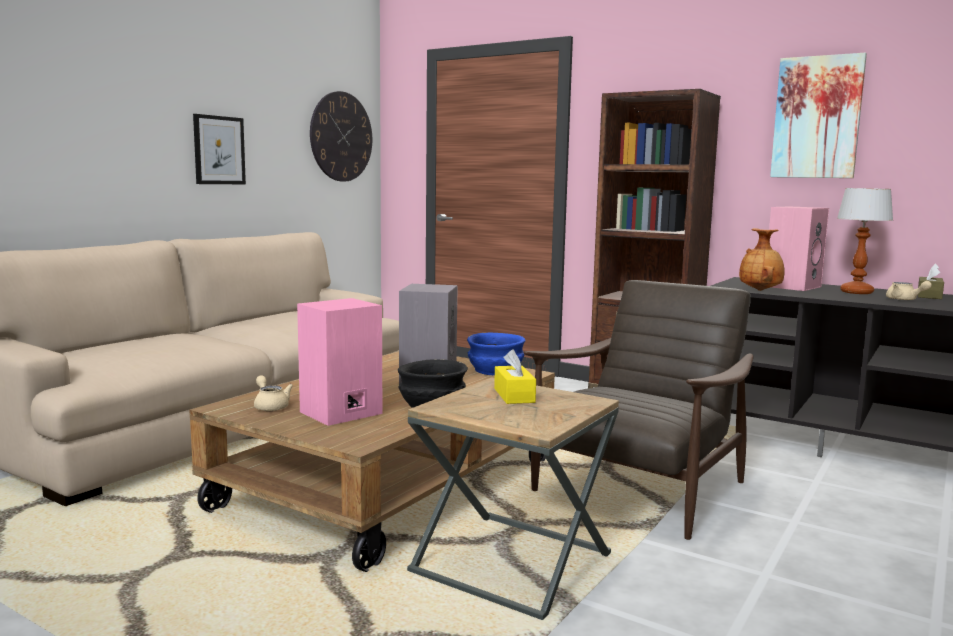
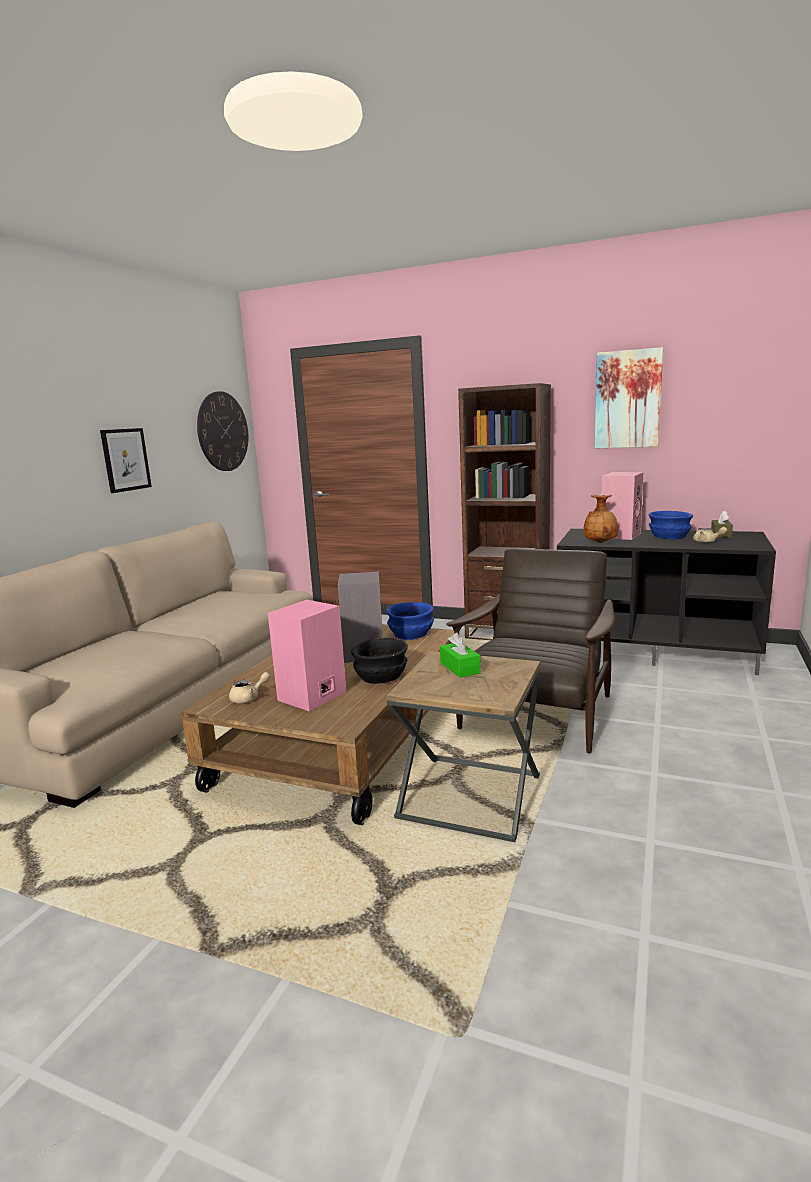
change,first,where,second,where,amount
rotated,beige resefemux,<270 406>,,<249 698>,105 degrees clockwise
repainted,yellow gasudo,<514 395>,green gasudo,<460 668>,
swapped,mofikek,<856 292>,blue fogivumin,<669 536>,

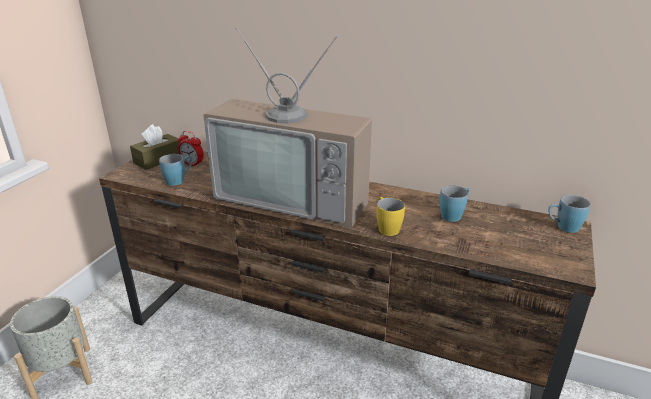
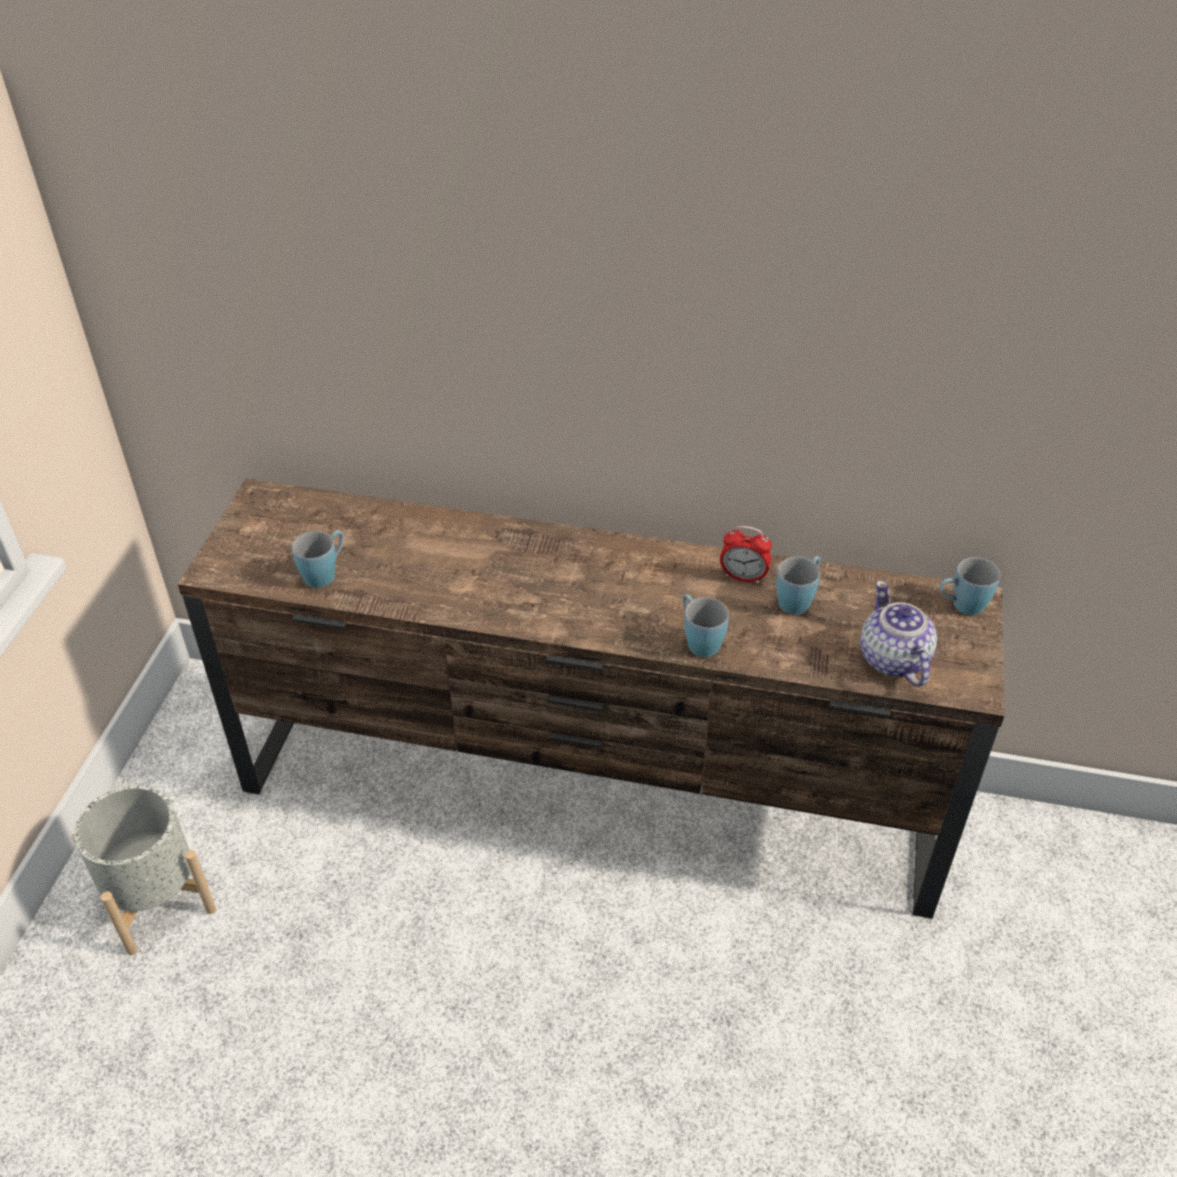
change,first,where,second,where,amount
repainted,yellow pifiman,<386 227>,blue pifiman,<698 640>,
shifted,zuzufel,<192 164>,,<743 577>,
new,,,resefemux,<893 660>,
gone,brown gasudo,<158 160>,,,
gone,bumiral,<295 196>,,,

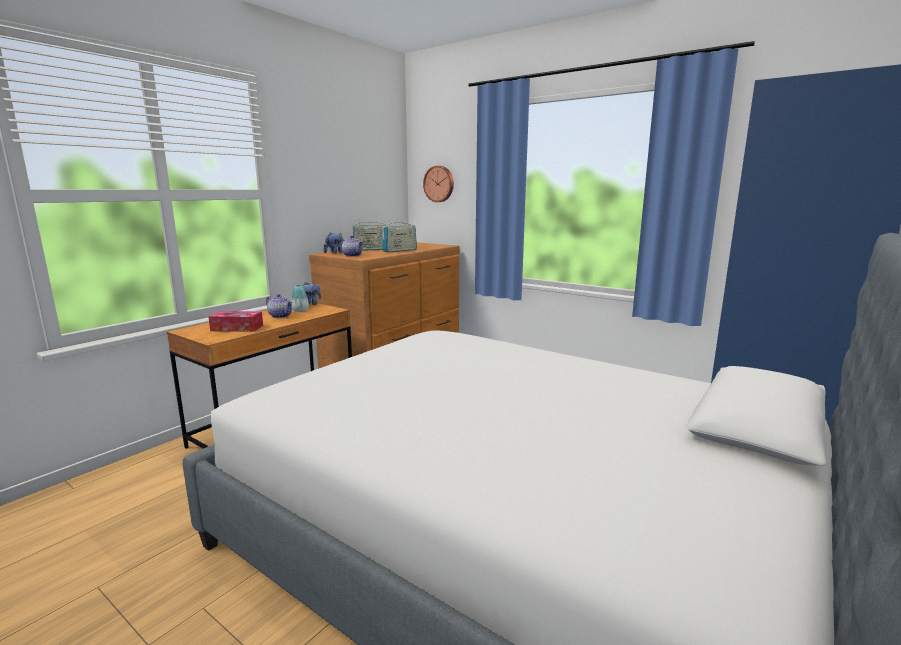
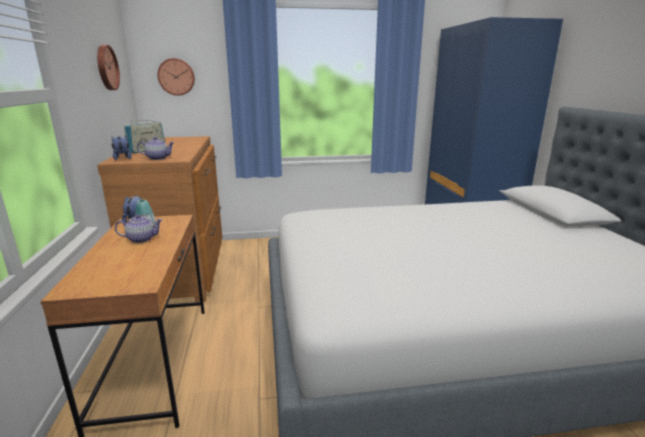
change,first,where,second,where,amount
new,,,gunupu,<106 67>,
gone,gasudo,<237 328>,,,
gone,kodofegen,<399 250>,,,

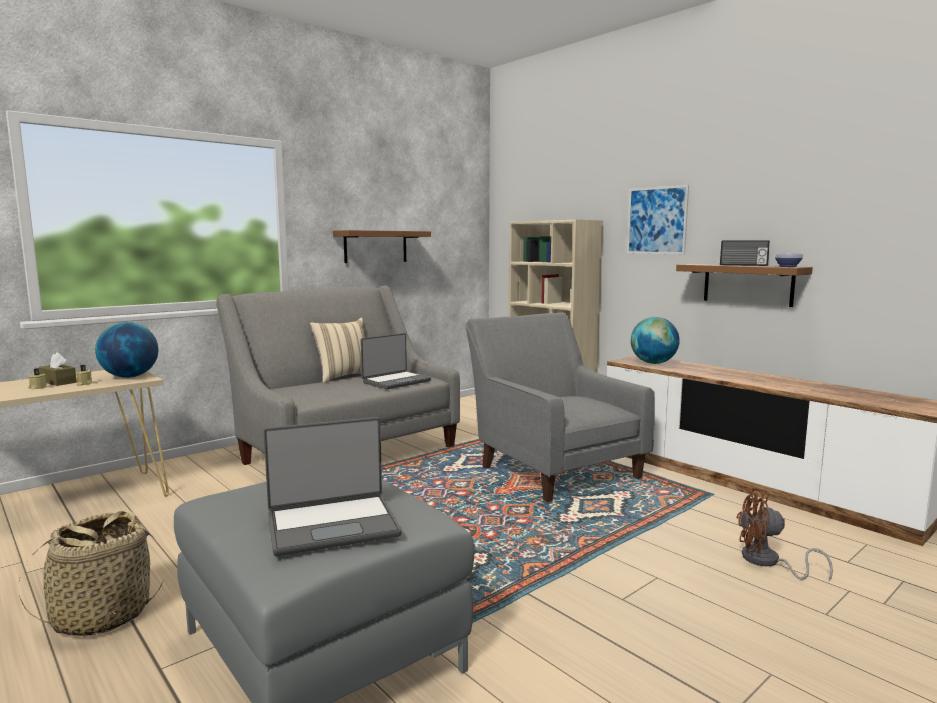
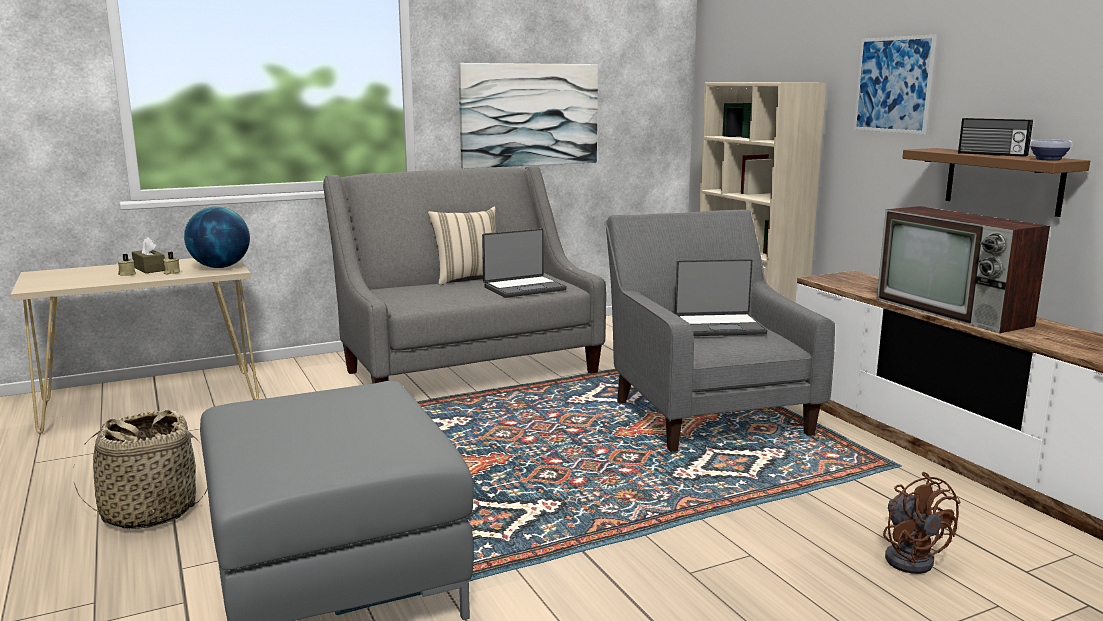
change,first,where,second,where,amount
swapped,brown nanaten,<375 246>,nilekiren,<529 115>,
shifted,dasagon,<332 525>,,<719 326>,
new,,,bumiral,<954 312>,
rotated,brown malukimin,<767 562>,,<910 557>,135 degrees counterclockwise
gone,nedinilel,<653 363>,,,

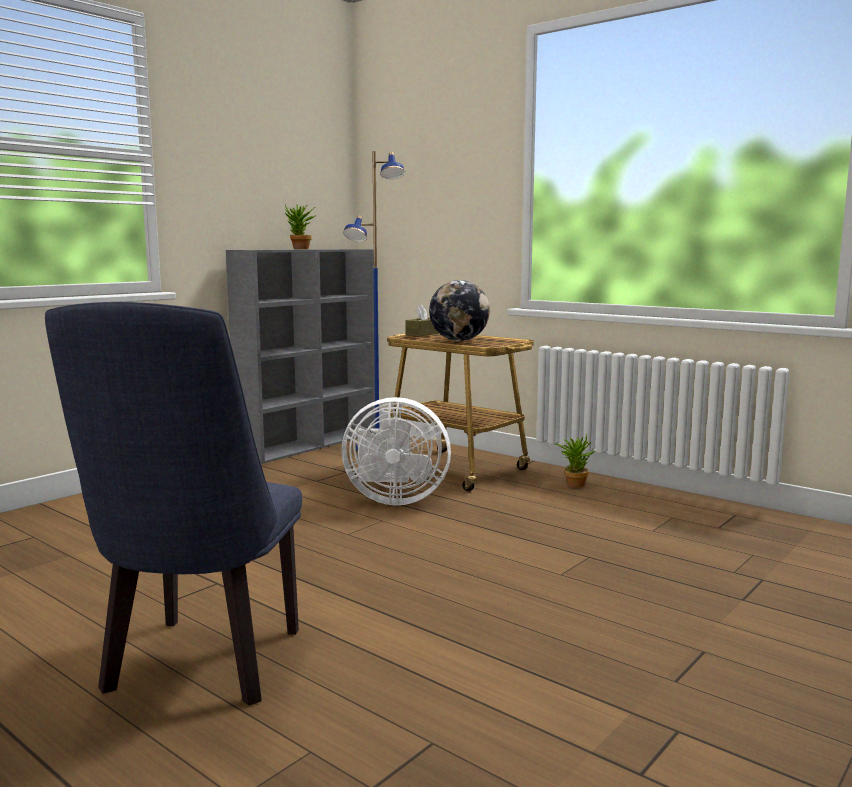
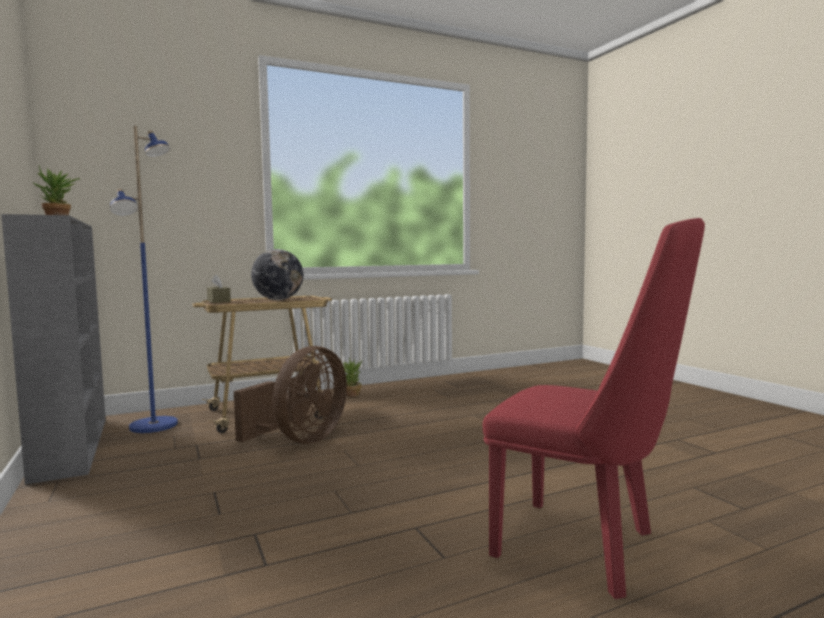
change,first,where,second,where,amount
repainted,white malukimin,<394 499>,brown malukimin,<301 440>,
repainted,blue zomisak,<200 669>,red zomisak,<588 548>,

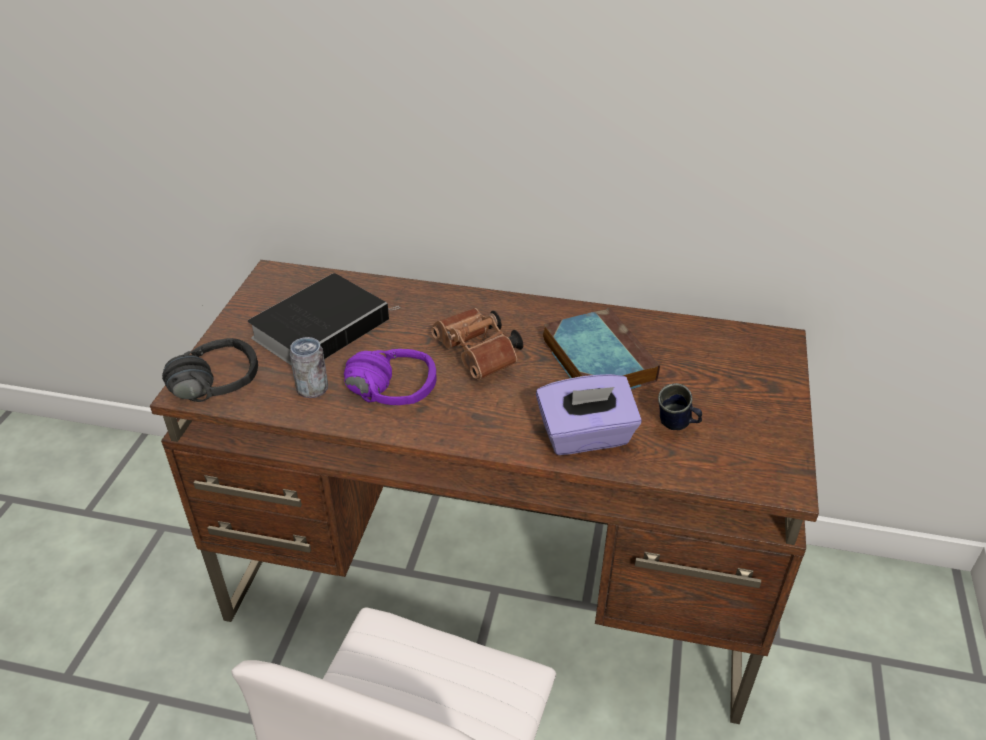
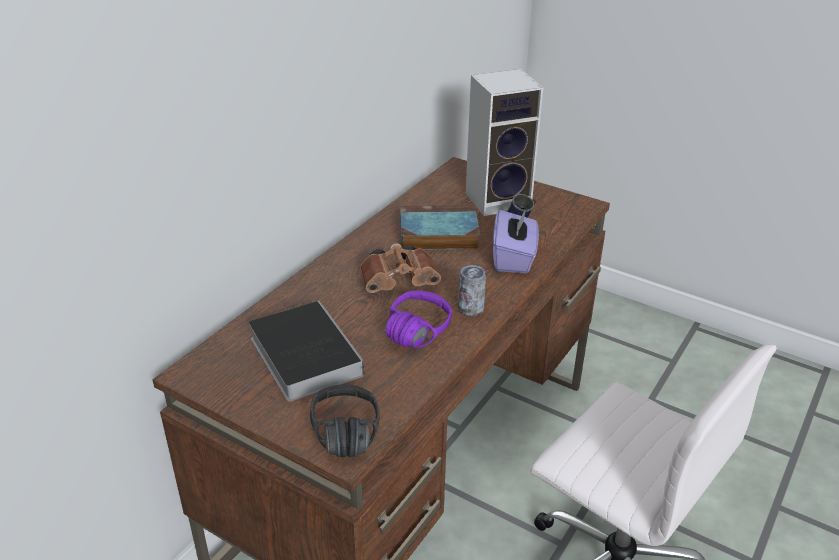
change,first,where,second,where,amount
shifted,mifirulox,<312 389>,,<470 309>,
new,,,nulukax,<499 199>,

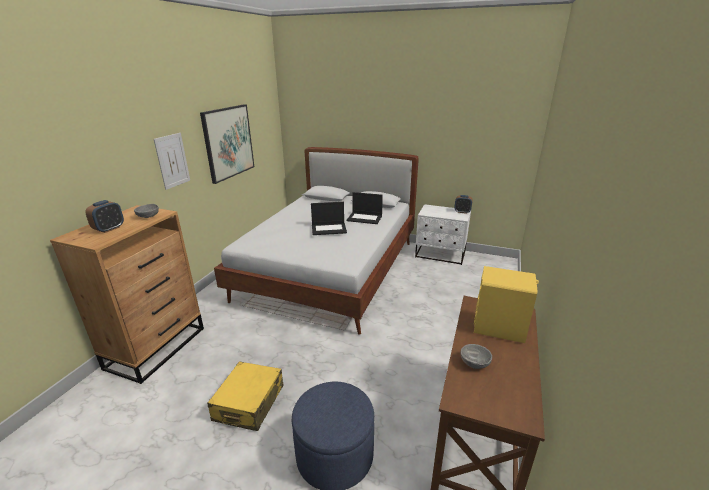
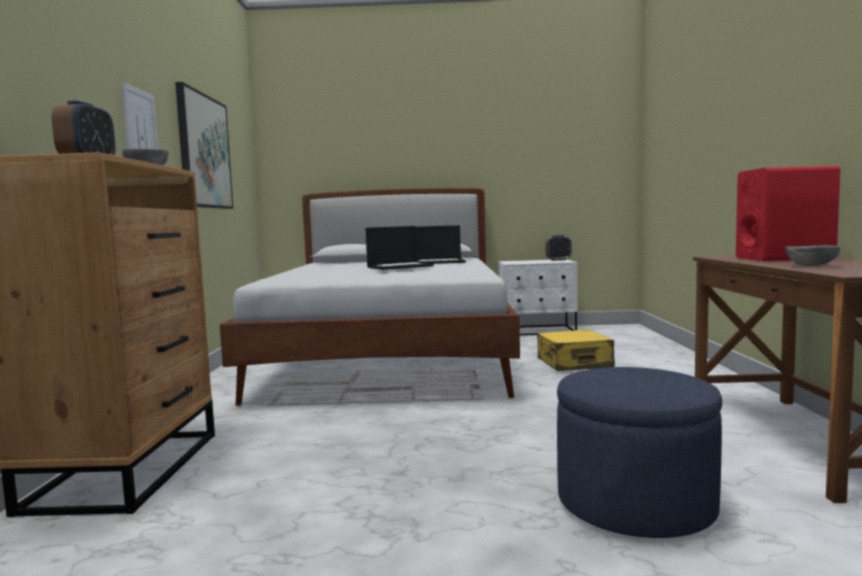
change,first,where,second,where,amount
shifted,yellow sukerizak,<249 403>,,<574 363>,
repainted,yellow nulukax,<499 328>,red nulukax,<784 258>,

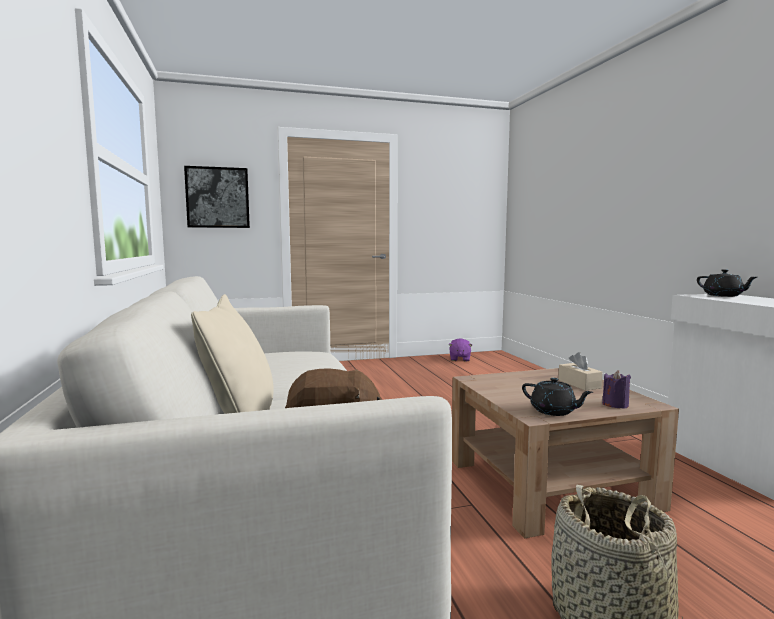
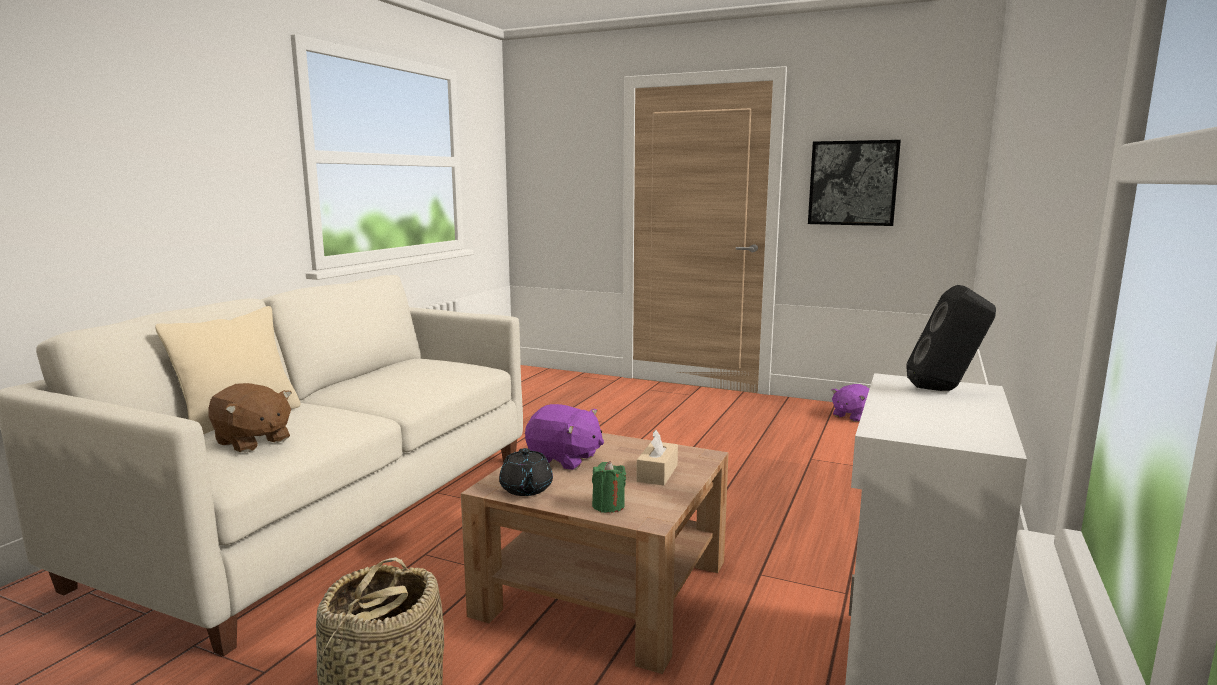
change,first,where,second,where,amount
new,,,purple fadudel,<564 459>,
repainted,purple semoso,<615 405>,green semoso,<608 506>,
shifted,nilekiren,<217 197>,,<853 183>,
swapped,black resefemux,<723 295>,black nulukax,<945 390>,

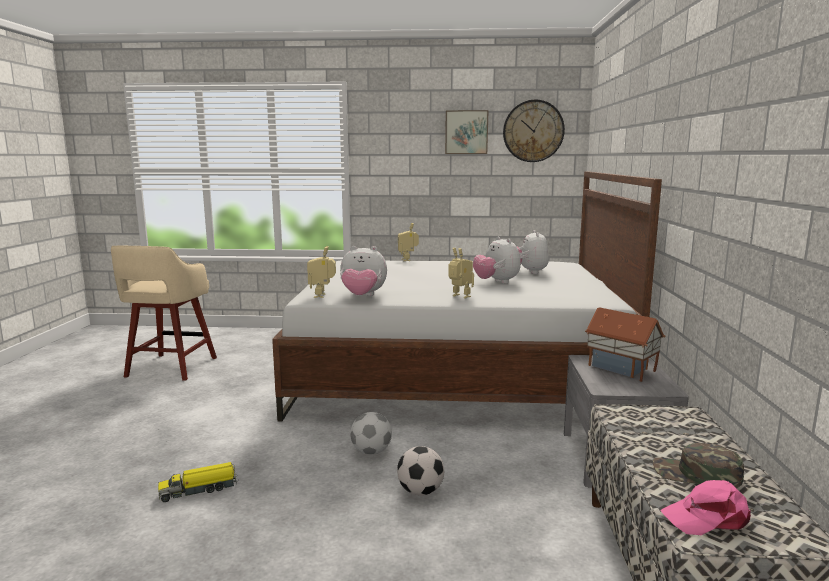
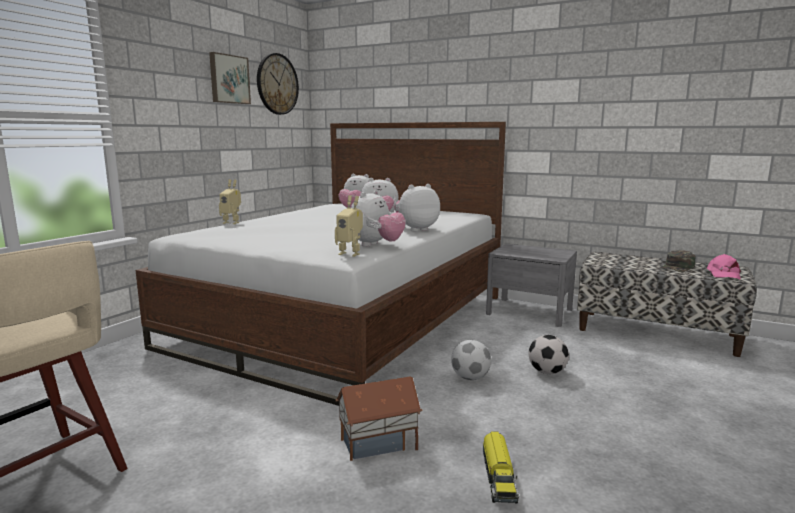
change,first,where,second,where,amount
shifted,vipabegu,<621 369>,,<379 445>,
swapped,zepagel,<459 297>,fadudel,<416 229>,

